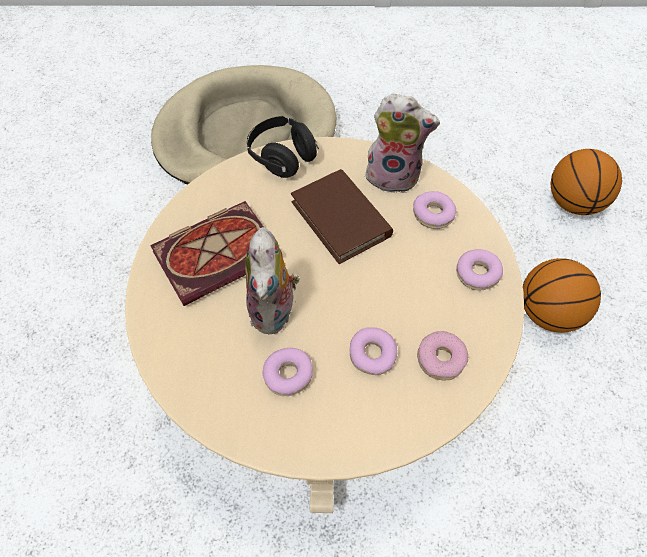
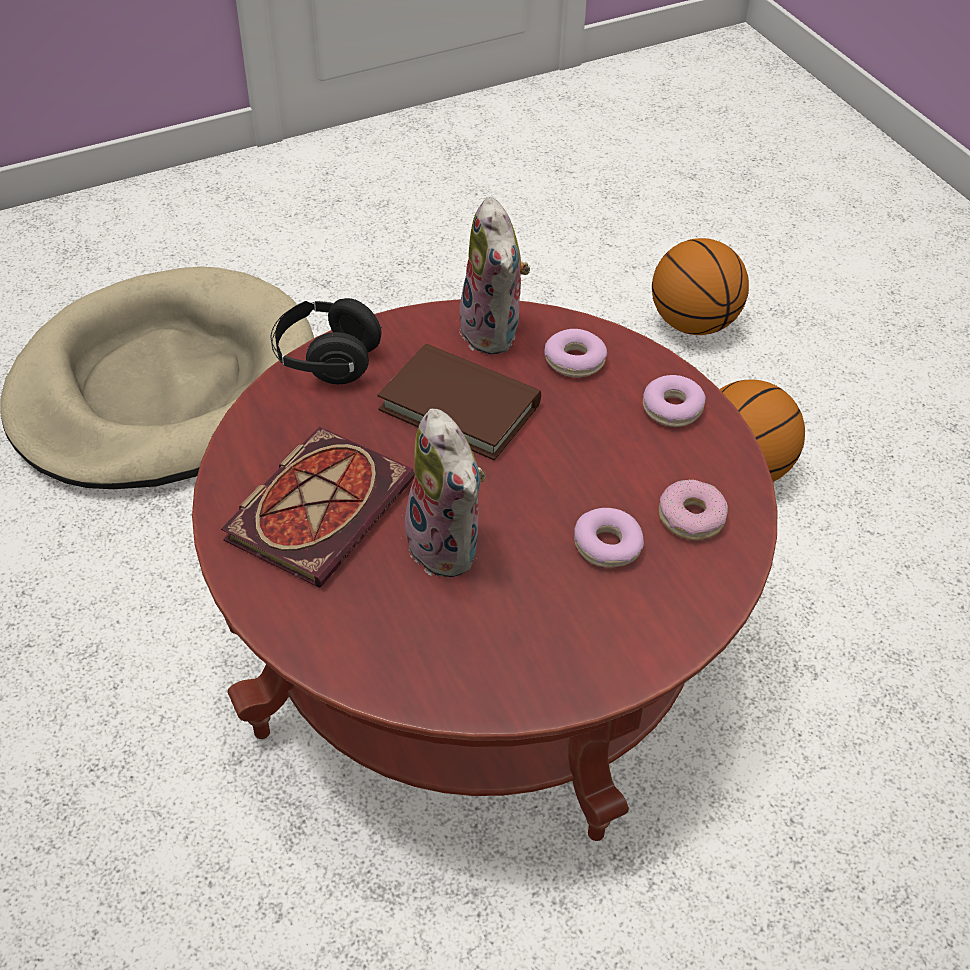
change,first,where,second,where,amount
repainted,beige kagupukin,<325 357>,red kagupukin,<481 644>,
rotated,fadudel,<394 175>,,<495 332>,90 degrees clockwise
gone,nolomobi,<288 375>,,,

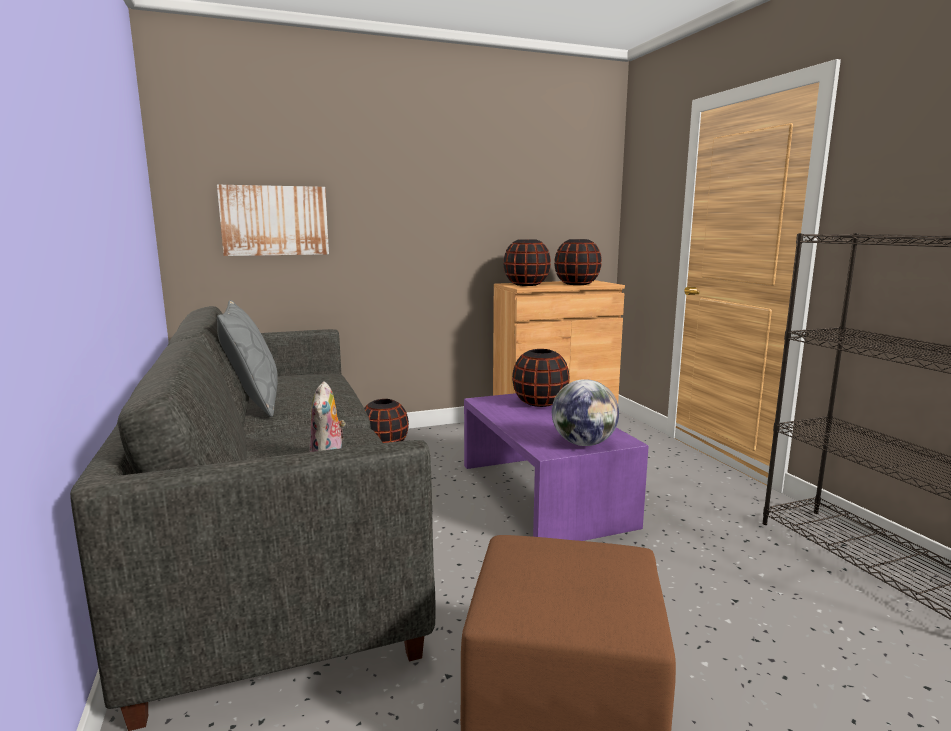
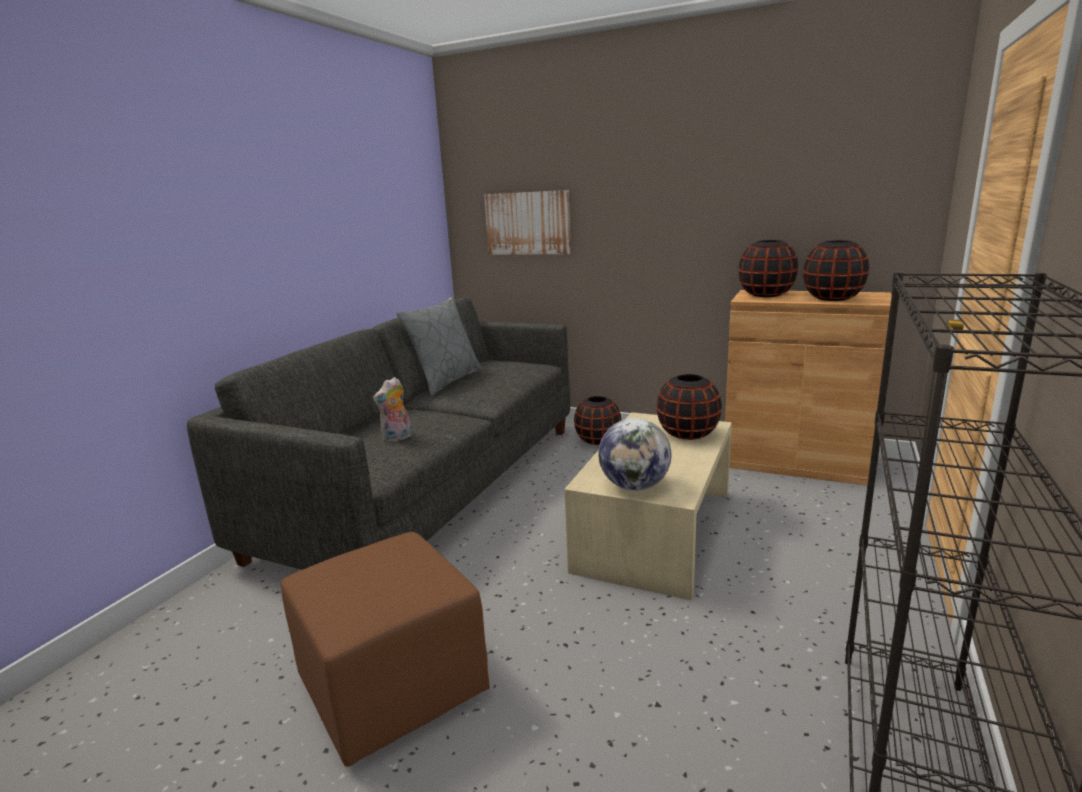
change,first,where,second,where,amount
repainted,purple kagupukin,<542 494>,beige kagupukin,<655 529>,

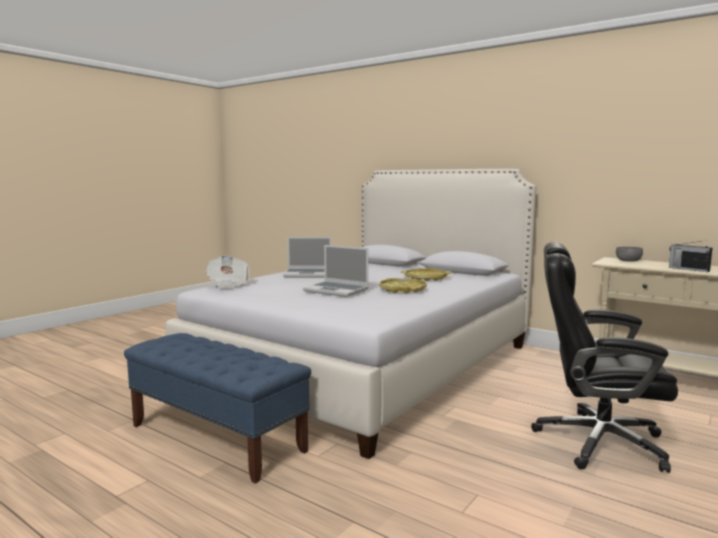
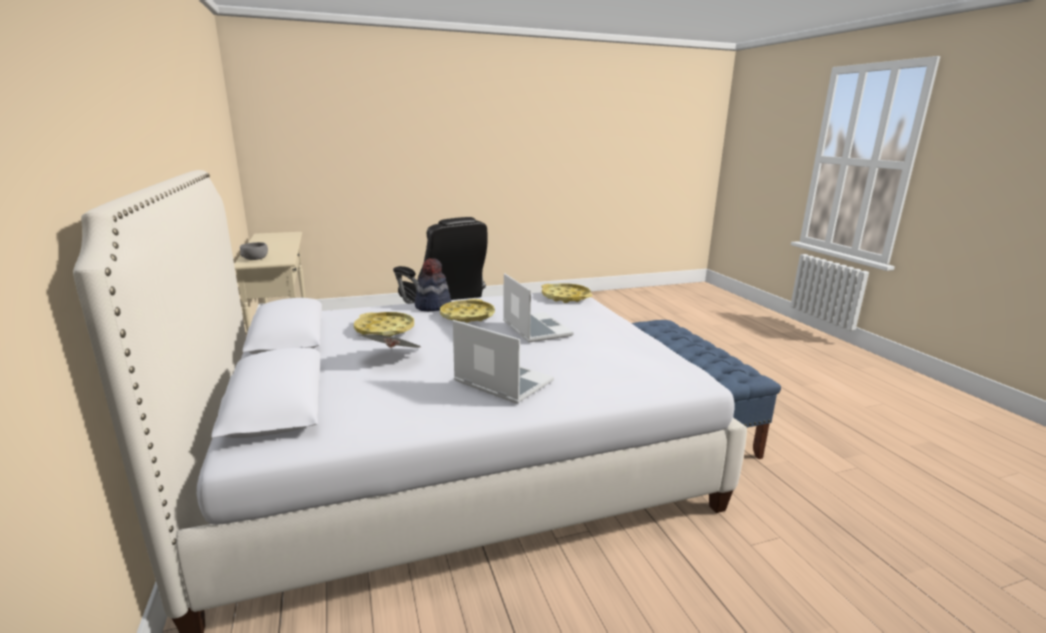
change,first,where,second,where,amount
shifted,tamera,<228 284>,,<394 358>,
new,,,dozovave,<432 306>,
new,,,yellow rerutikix,<566 297>,
gone,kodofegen,<688 269>,,,

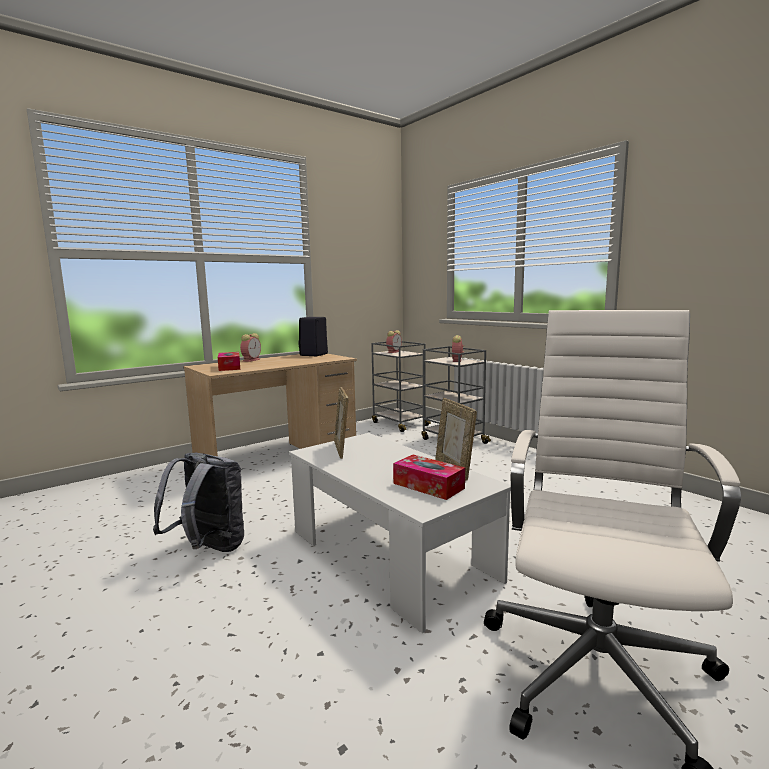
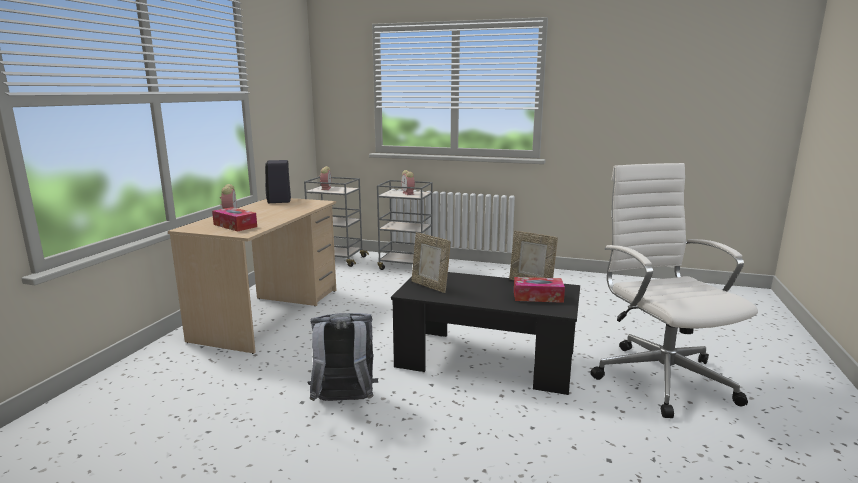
change,first,where,second,where,amount
repainted,white kagupukin,<390 554>,black kagupukin,<485 360>,

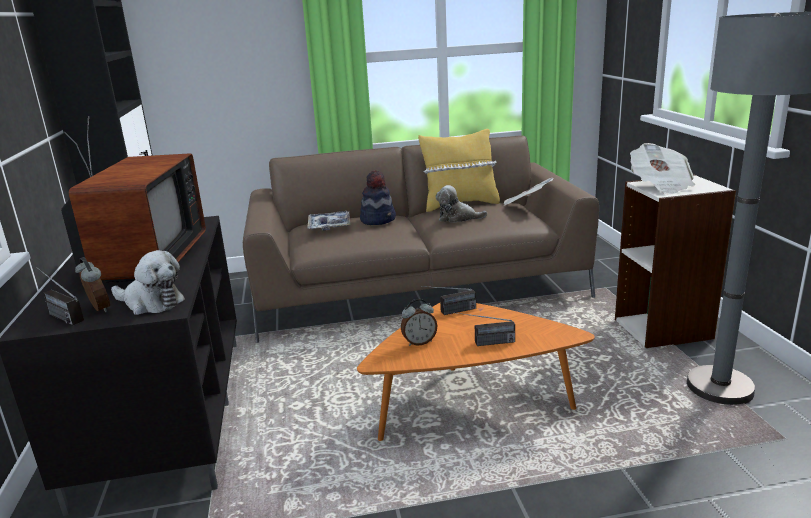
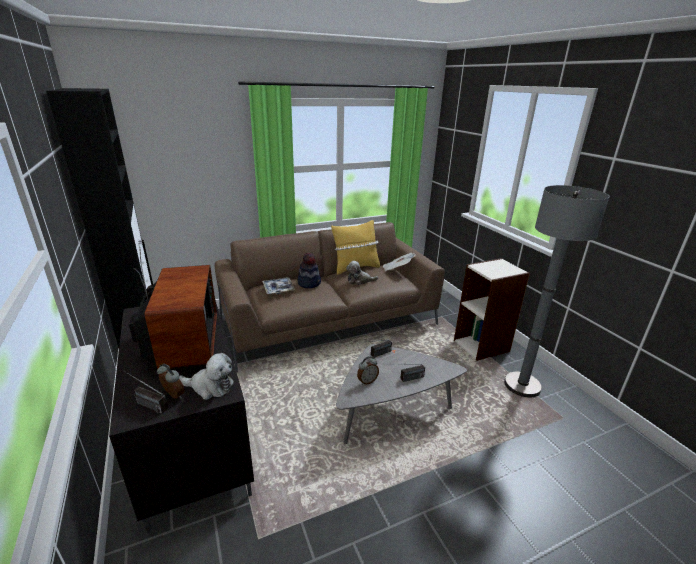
change,first,where,second,where,amount
repainted,orange kagupukin,<470 405>,grey kagupukin,<390 411>,
gone,tamera,<660 185>,,,

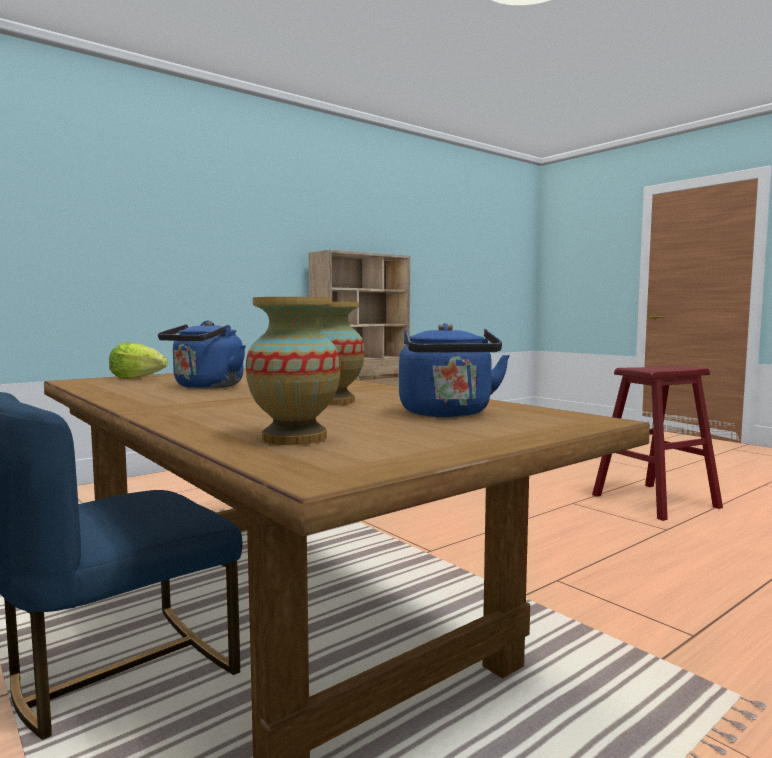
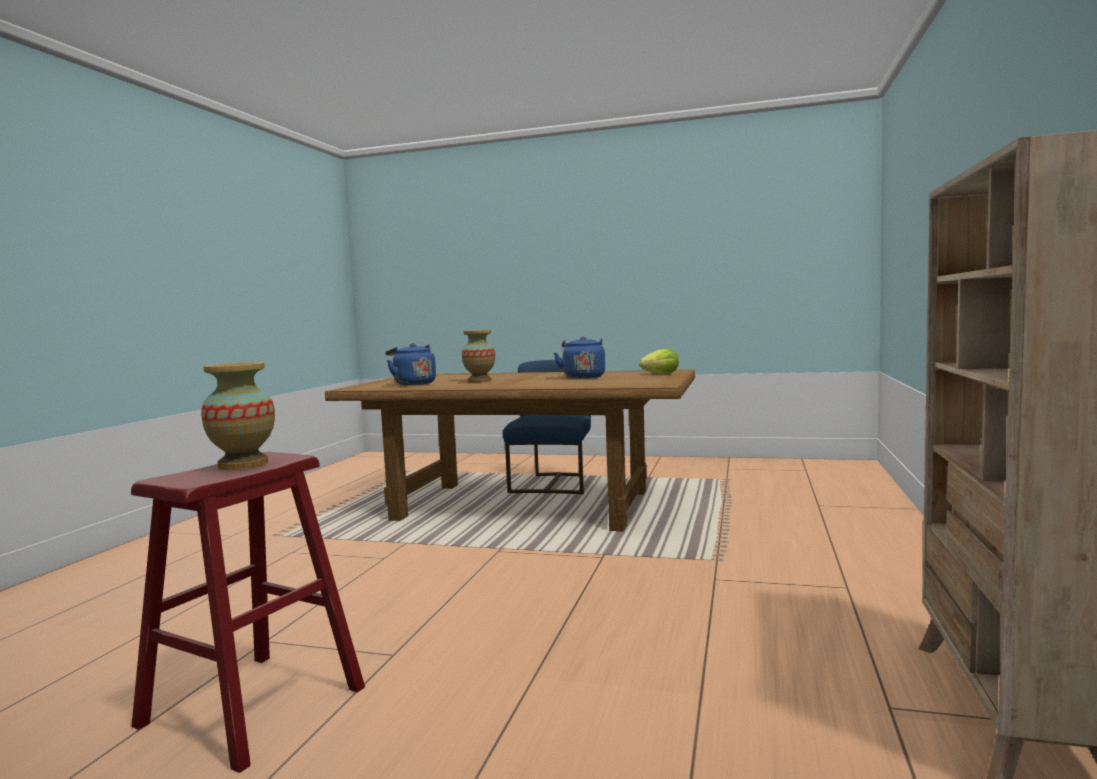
change,first,where,second,where,amount
shifted,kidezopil,<294 438>,,<243 465>,

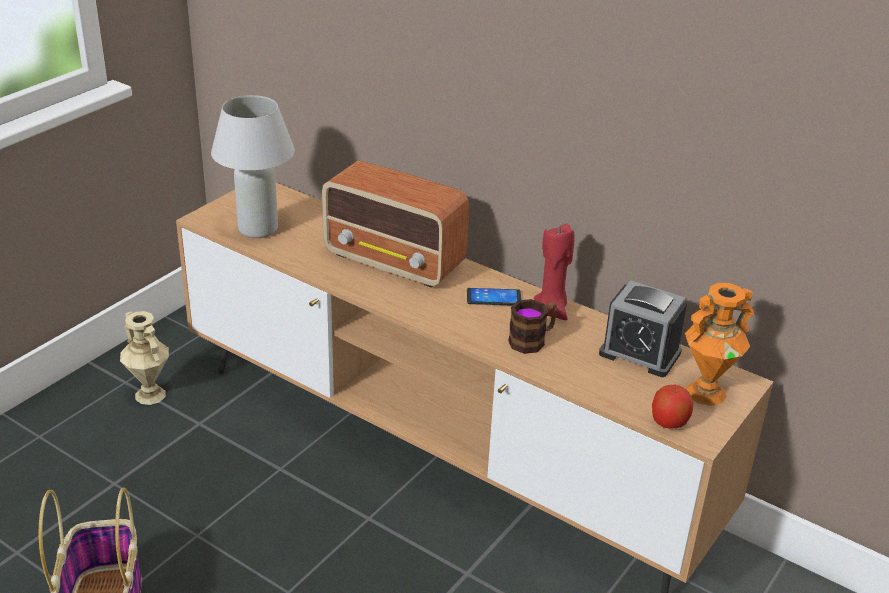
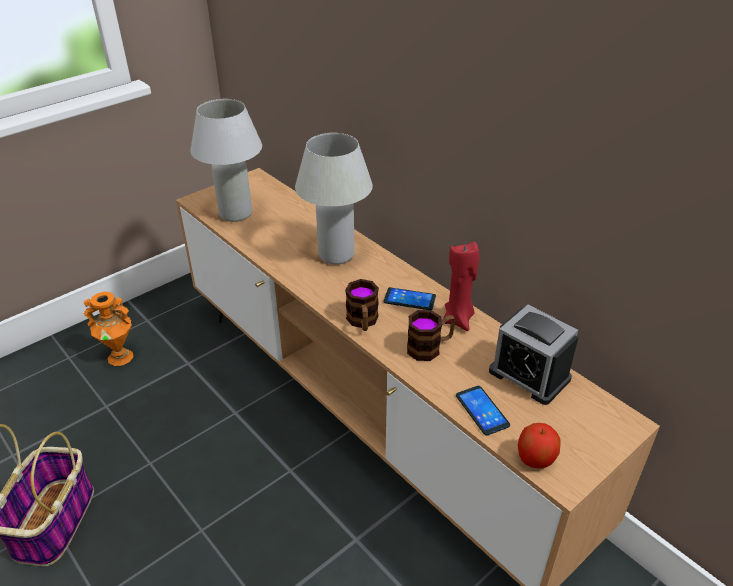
change,first,where,second,where,amount
shifted,orange kidezopil,<706 392>,,<120 356>,
swapped,kodofegen,<395 262>,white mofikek,<336 255>,
new,,,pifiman,<363 322>,
new,,,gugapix,<482 410>,
gone,beige kidezopil,<149 395>,,,

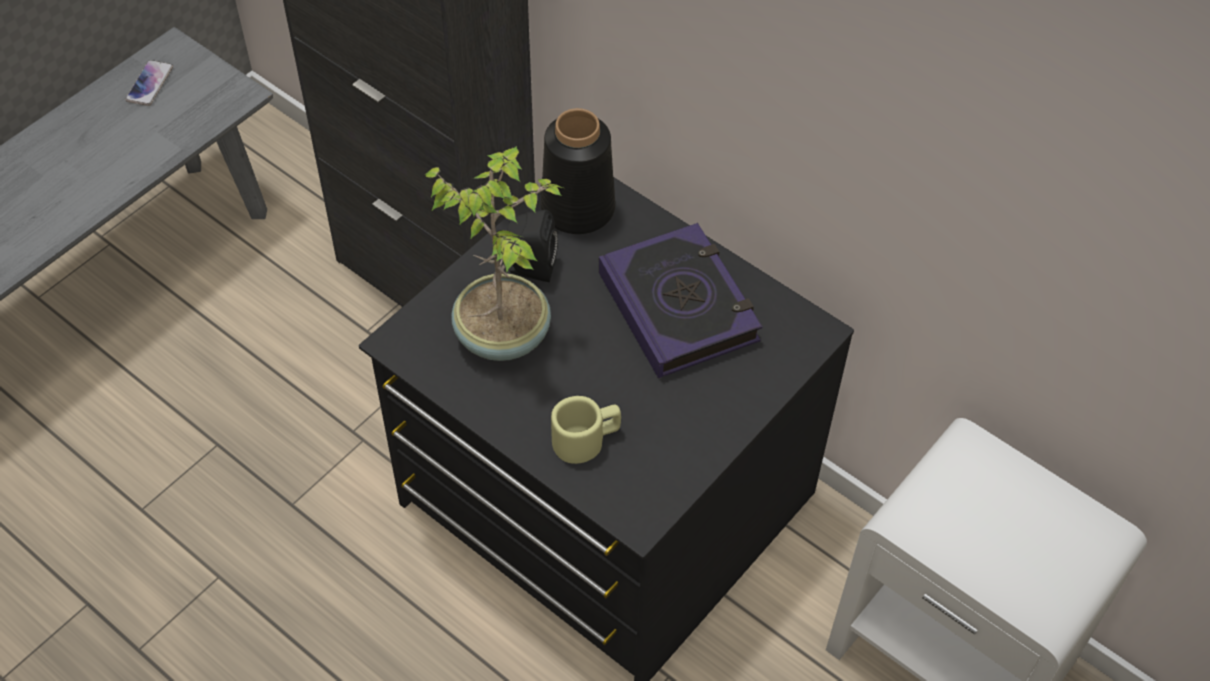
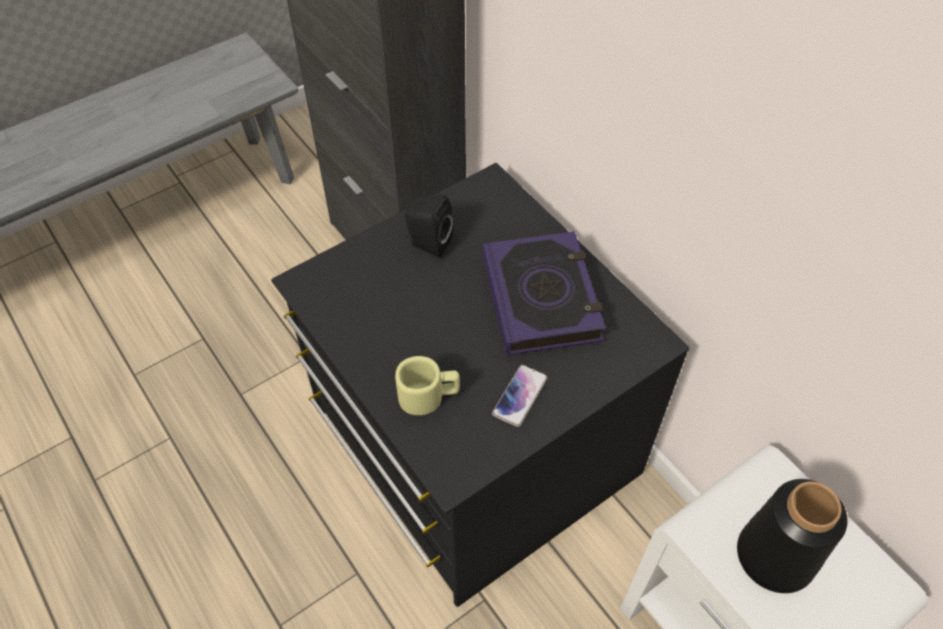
change,first,where,second,where,amount
shifted,gugapix,<150 84>,,<520 396>,
shifted,black kidezopil,<578 208>,,<776 555>,
gone,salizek,<503 333>,,,

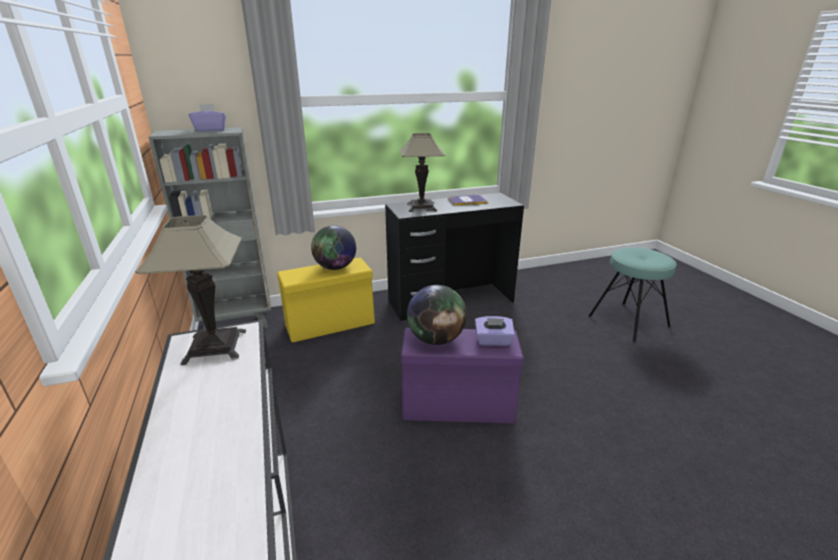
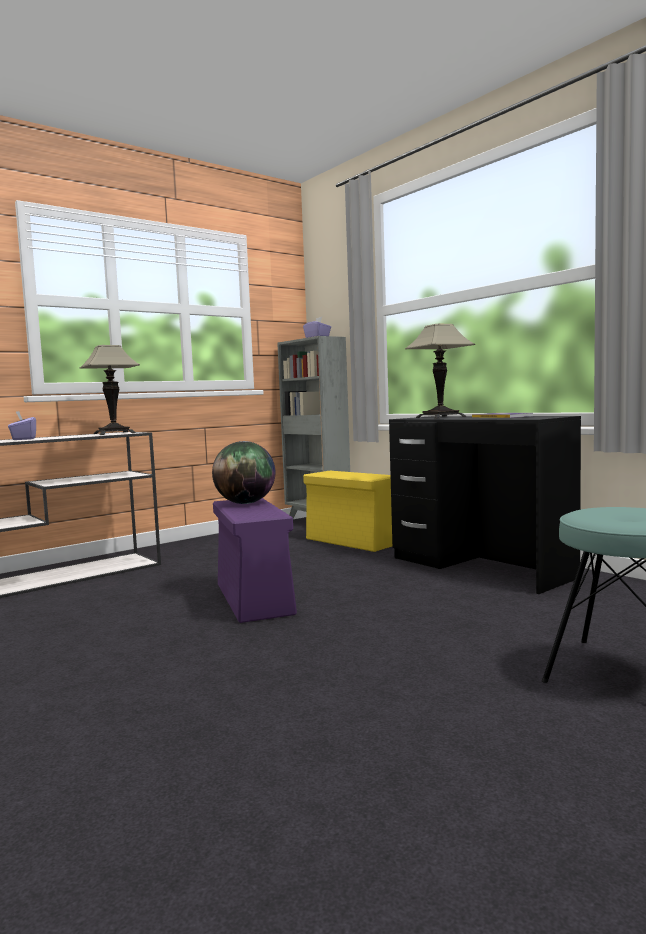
change,first,where,second,where,amount
shifted,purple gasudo,<493 341>,,<23 439>,
gone,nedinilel,<335 267>,,,

